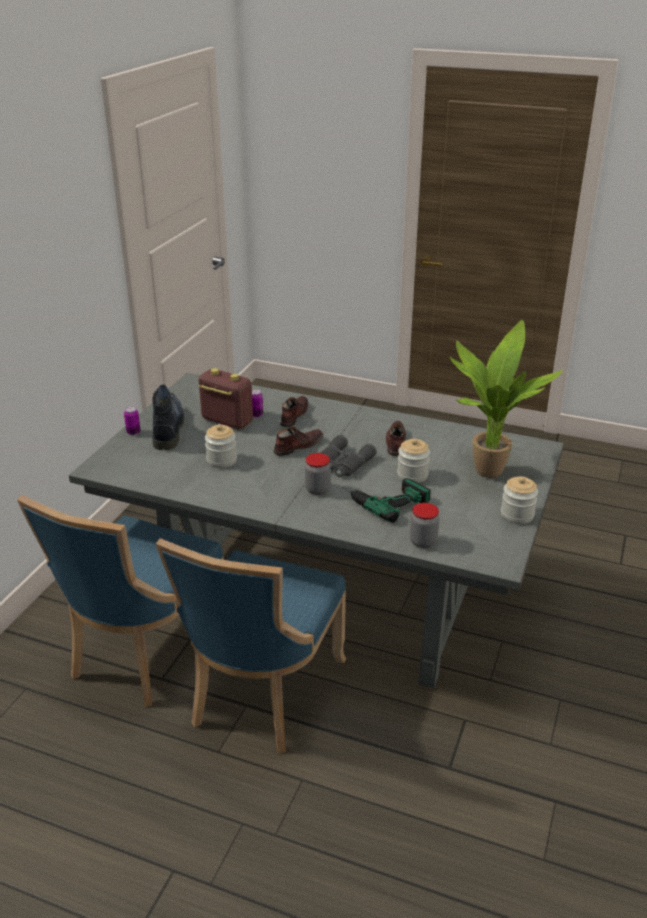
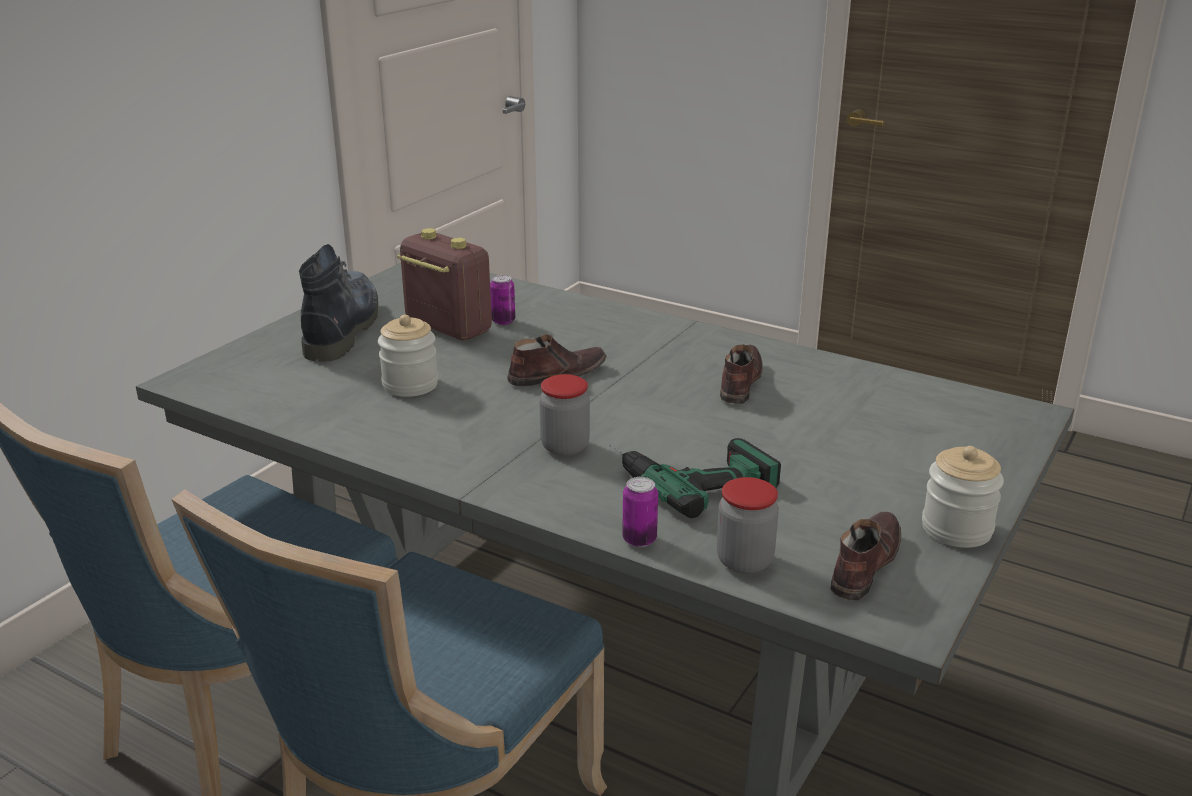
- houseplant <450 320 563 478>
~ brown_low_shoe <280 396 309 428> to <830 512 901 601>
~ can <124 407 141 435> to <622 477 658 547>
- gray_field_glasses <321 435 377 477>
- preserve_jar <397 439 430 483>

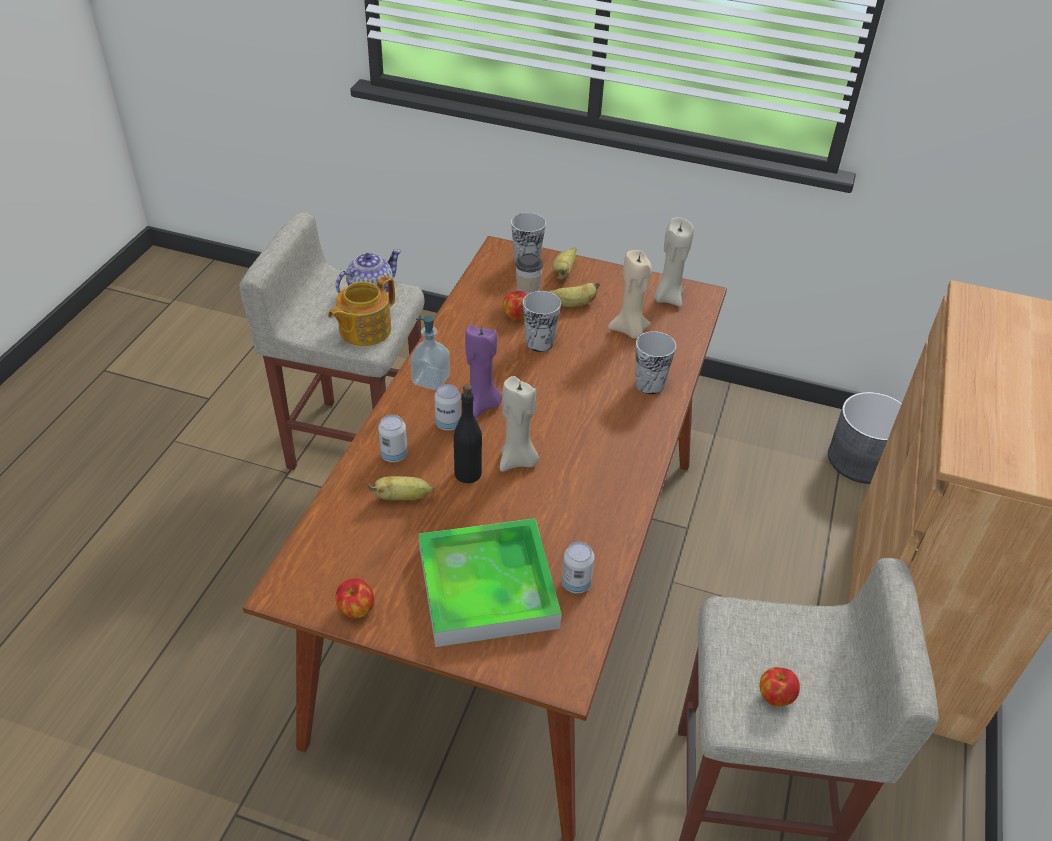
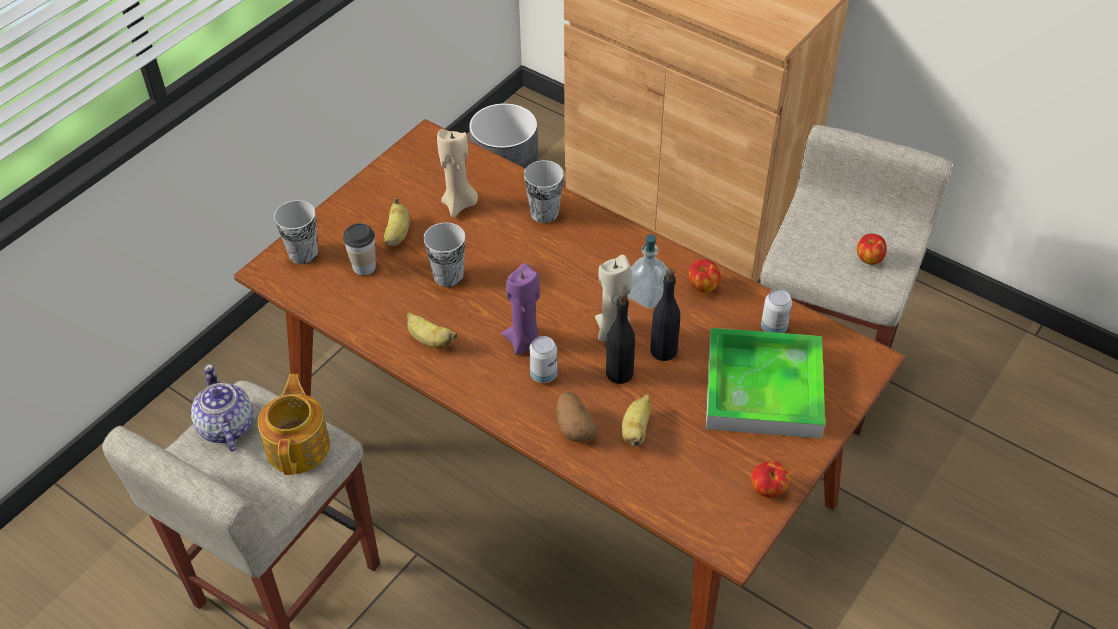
- beige-coloured_wax_candle <654 217 694 307>
~ whole_banana <552 247 576 279> to <407 312 457 349>
~ pot_for_tea <328 276 395 346> = <258 374 330 475> 150 degrees counterclockwise
~ whole_apple <503 291 527 321> to <688 259 721 292>
~ soap_bottle <410 316 450 390> to <627 234 668 309>
~ can <378 415 407 462> to potato <556 392 597 443>
+ black-coloured_drink_bottle <650 269 680 361>

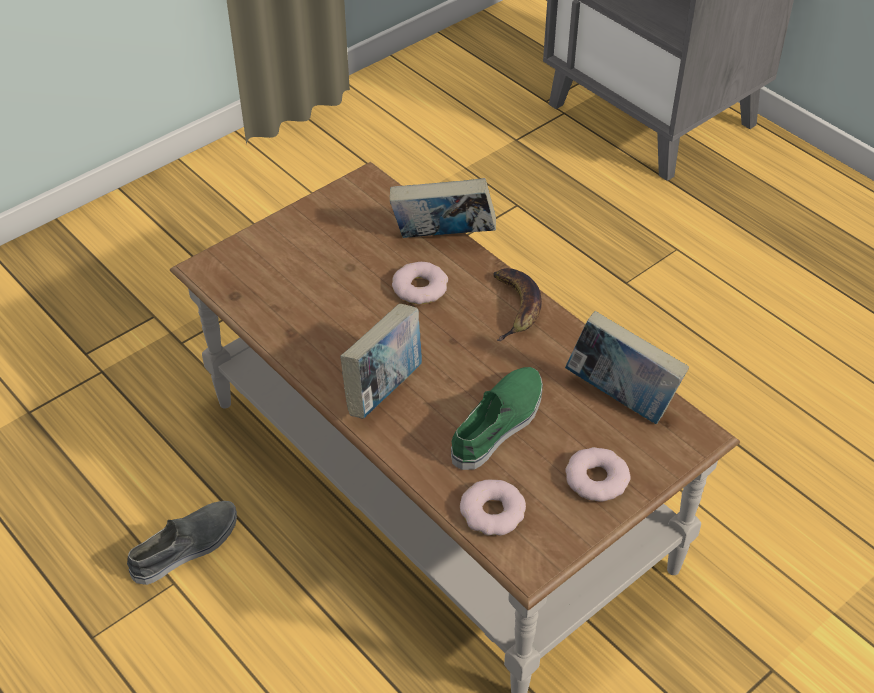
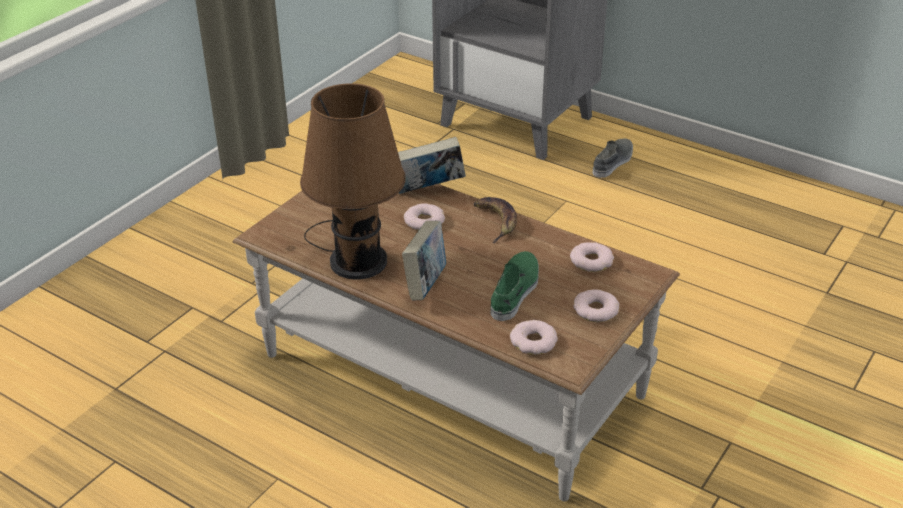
~ book <565 311 689 424> to doughnut <570 242 614 272>
~ gray_low_shoe <127 501 237 585> to <593 138 633 178>
+ brown_tabletop_lamp <300 83 406 280>

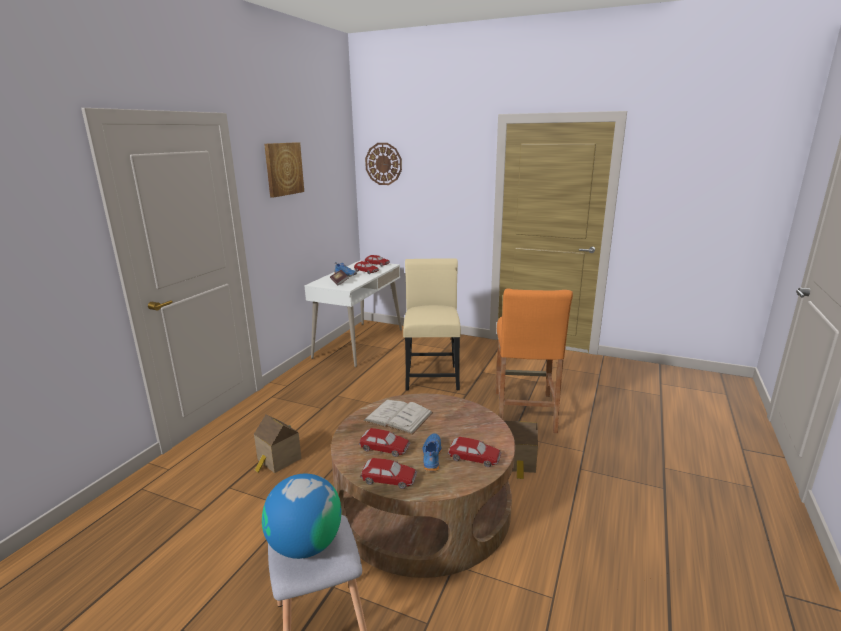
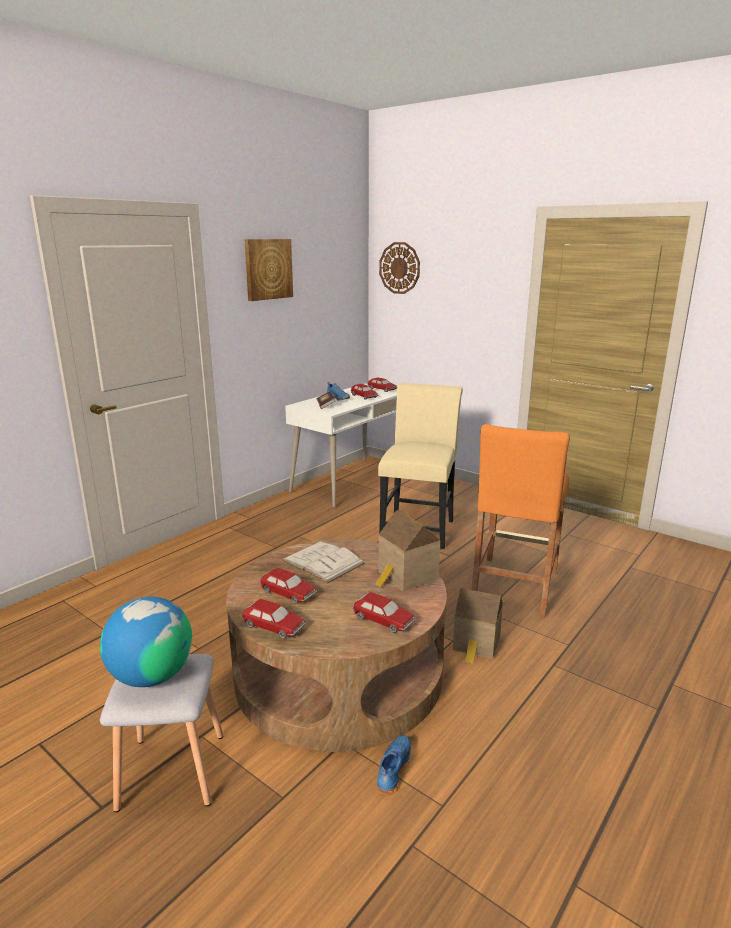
~ toy_house <254 414 301 473> to <375 510 440 592>
~ bluish_low_shoe <422 433 442 471> to <377 735 411 795>

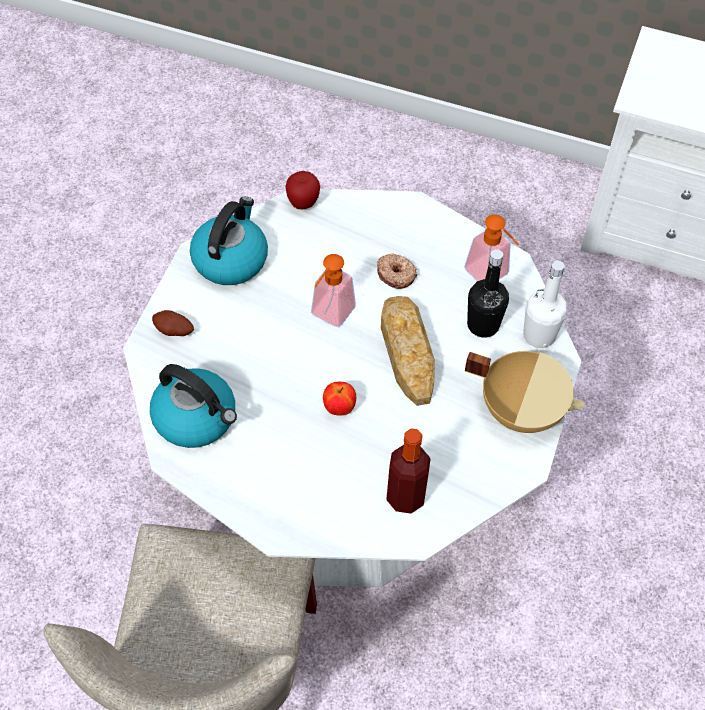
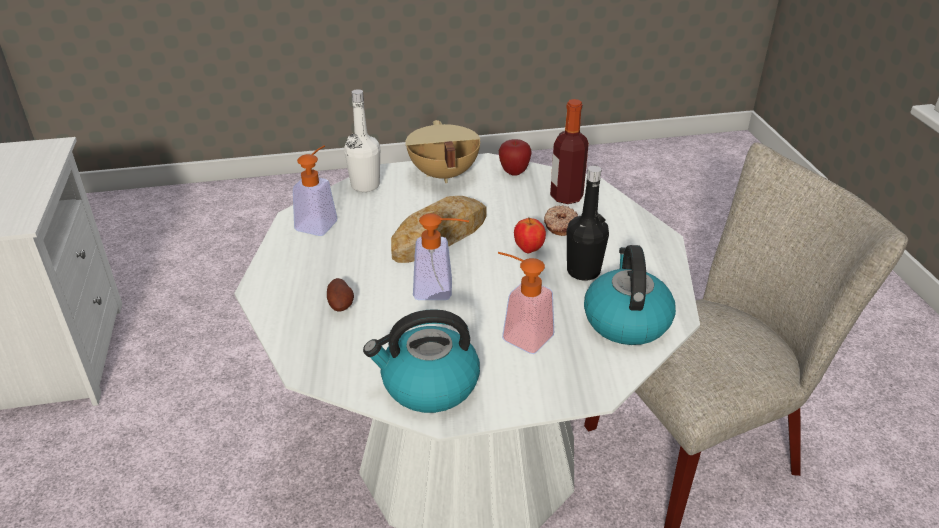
~ whole_apple <285 171 320 209> to <499 139 531 176>
~ black-coloured_drink_bottle <467 249 509 338> to <567 166 609 281>
~ doughnut <377 253 417 289> to <544 205 578 236>
~ potato <152 310 194 336> to <327 278 354 311>
+ soap_bottle <498 252 554 354>

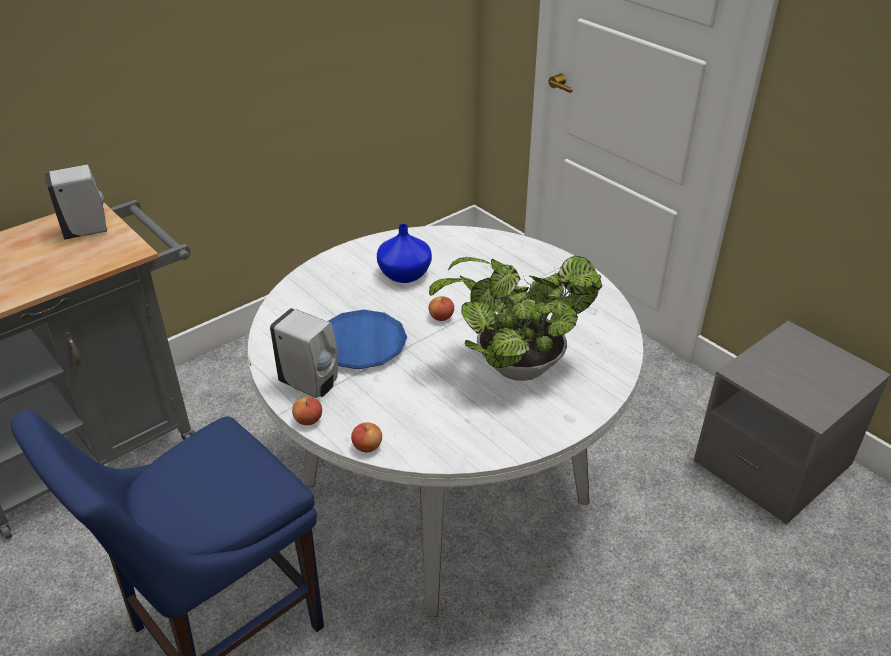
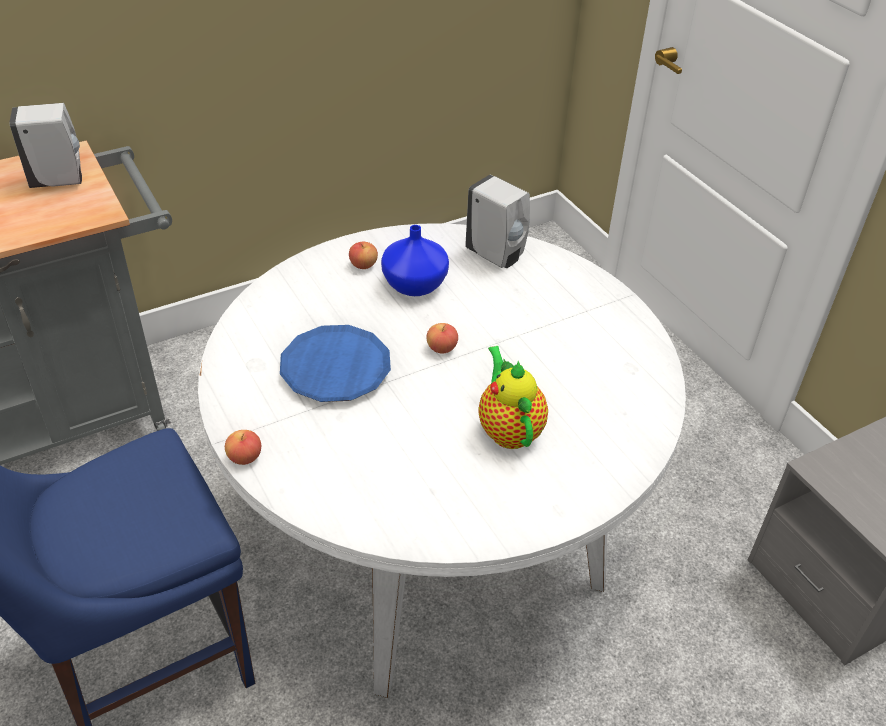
~ houseplant <429 256 602 381> to pot_for_tea <478 346 548 449>
~ white_soap_bottle <270 308 338 398> to <465 175 530 268>
~ whole_apple <351 422 382 452> to <349 242 378 269>

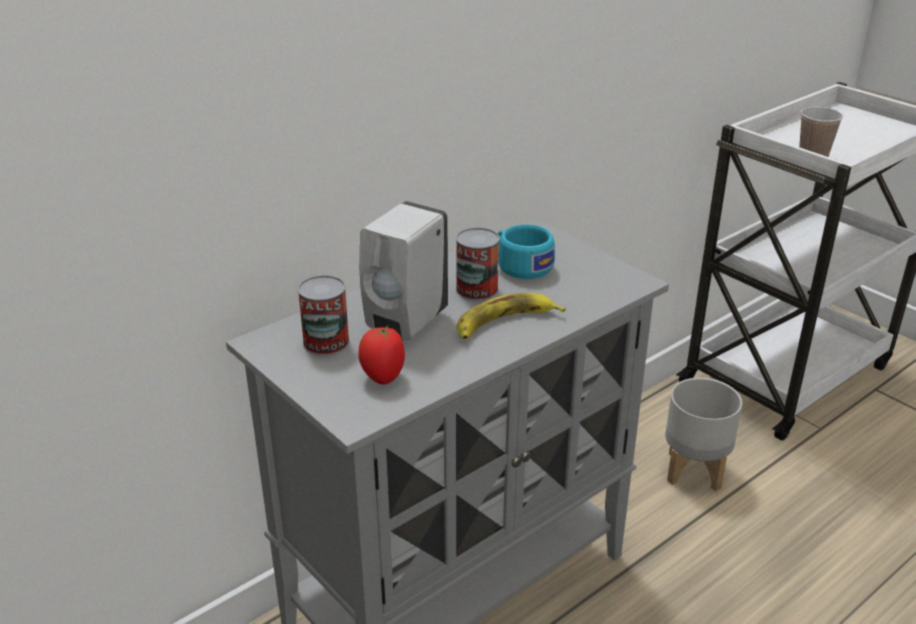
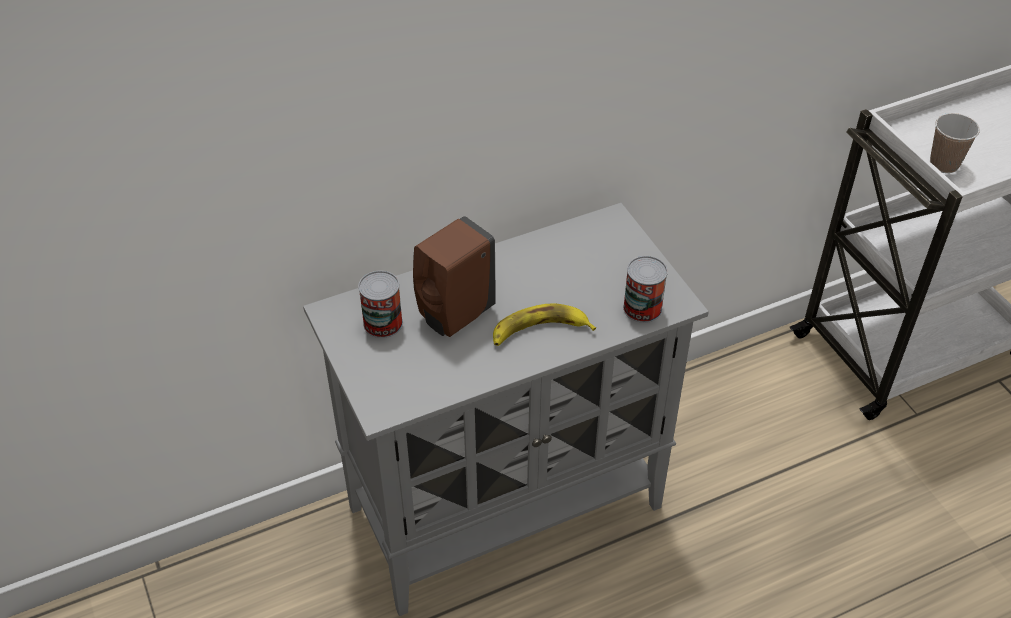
~ white_soap_bottle <360 201 448 341> to brown_soap_bottle <413 216 496 337>
- blue-green_small_cup <498 224 555 279>
~ can <456 227 500 301> to <623 256 668 323>
- fresh_tomato <358 326 405 385>
- gray_planter <665 378 742 491>

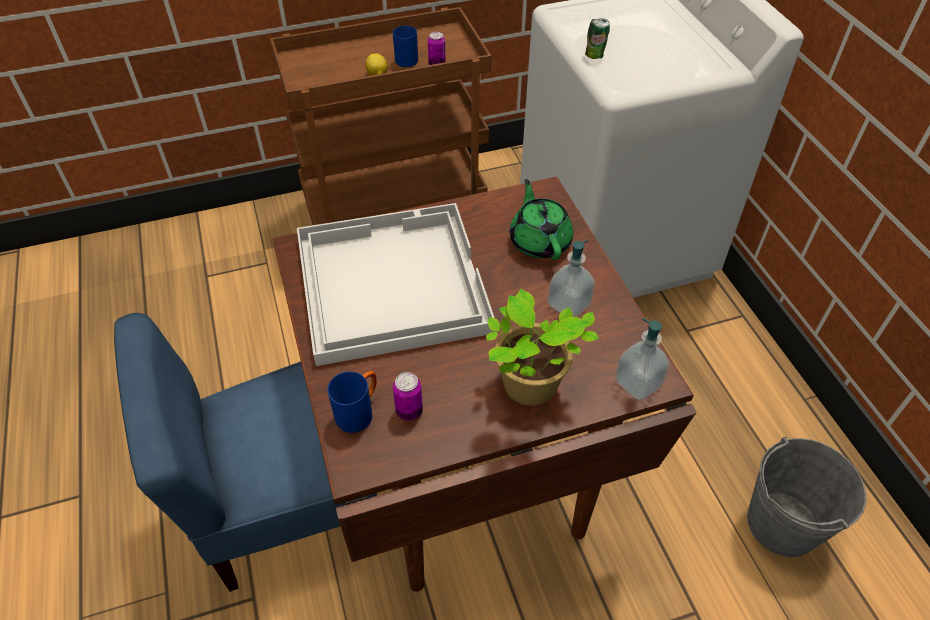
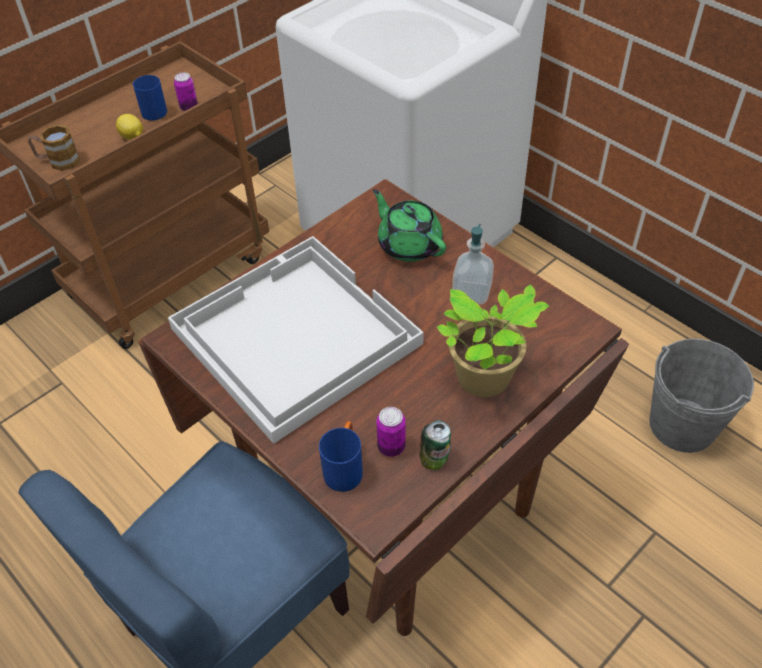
~ can <585 18 610 59> to <419 420 451 470>
- soap_bottle <615 318 670 400>
+ mug <28 124 80 171>

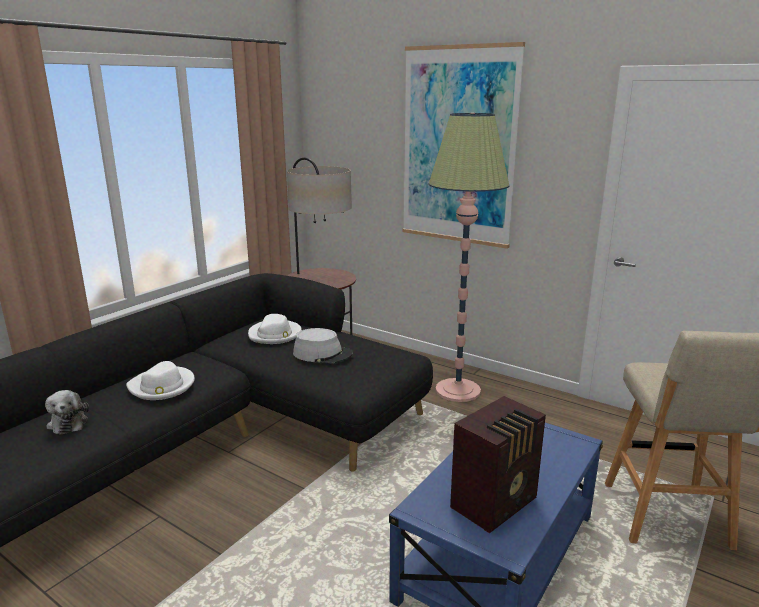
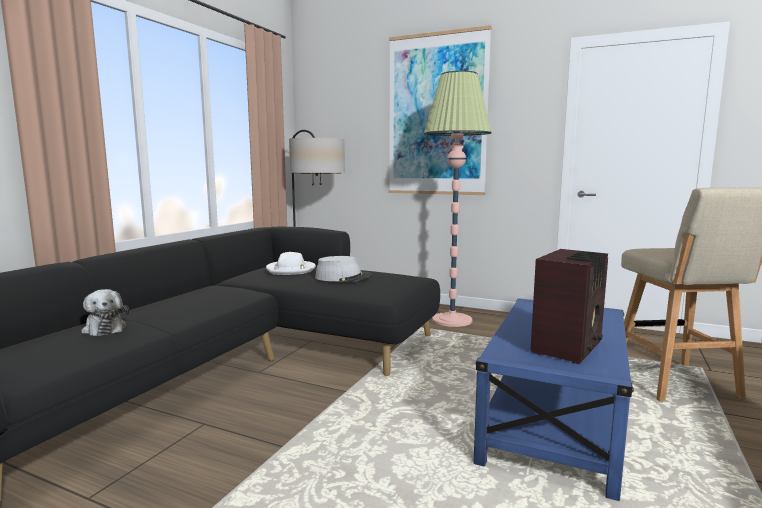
- white_wearable_hat <126 361 195 400>

